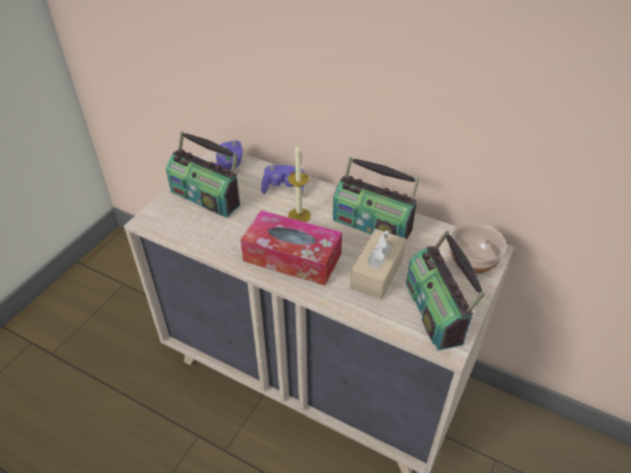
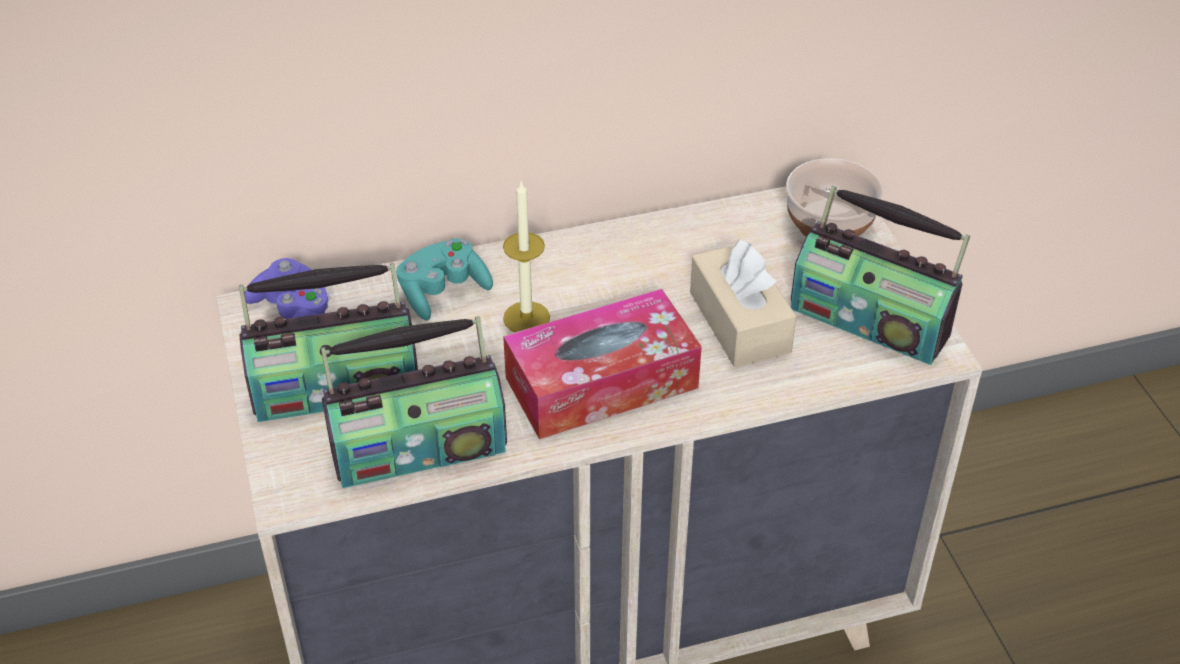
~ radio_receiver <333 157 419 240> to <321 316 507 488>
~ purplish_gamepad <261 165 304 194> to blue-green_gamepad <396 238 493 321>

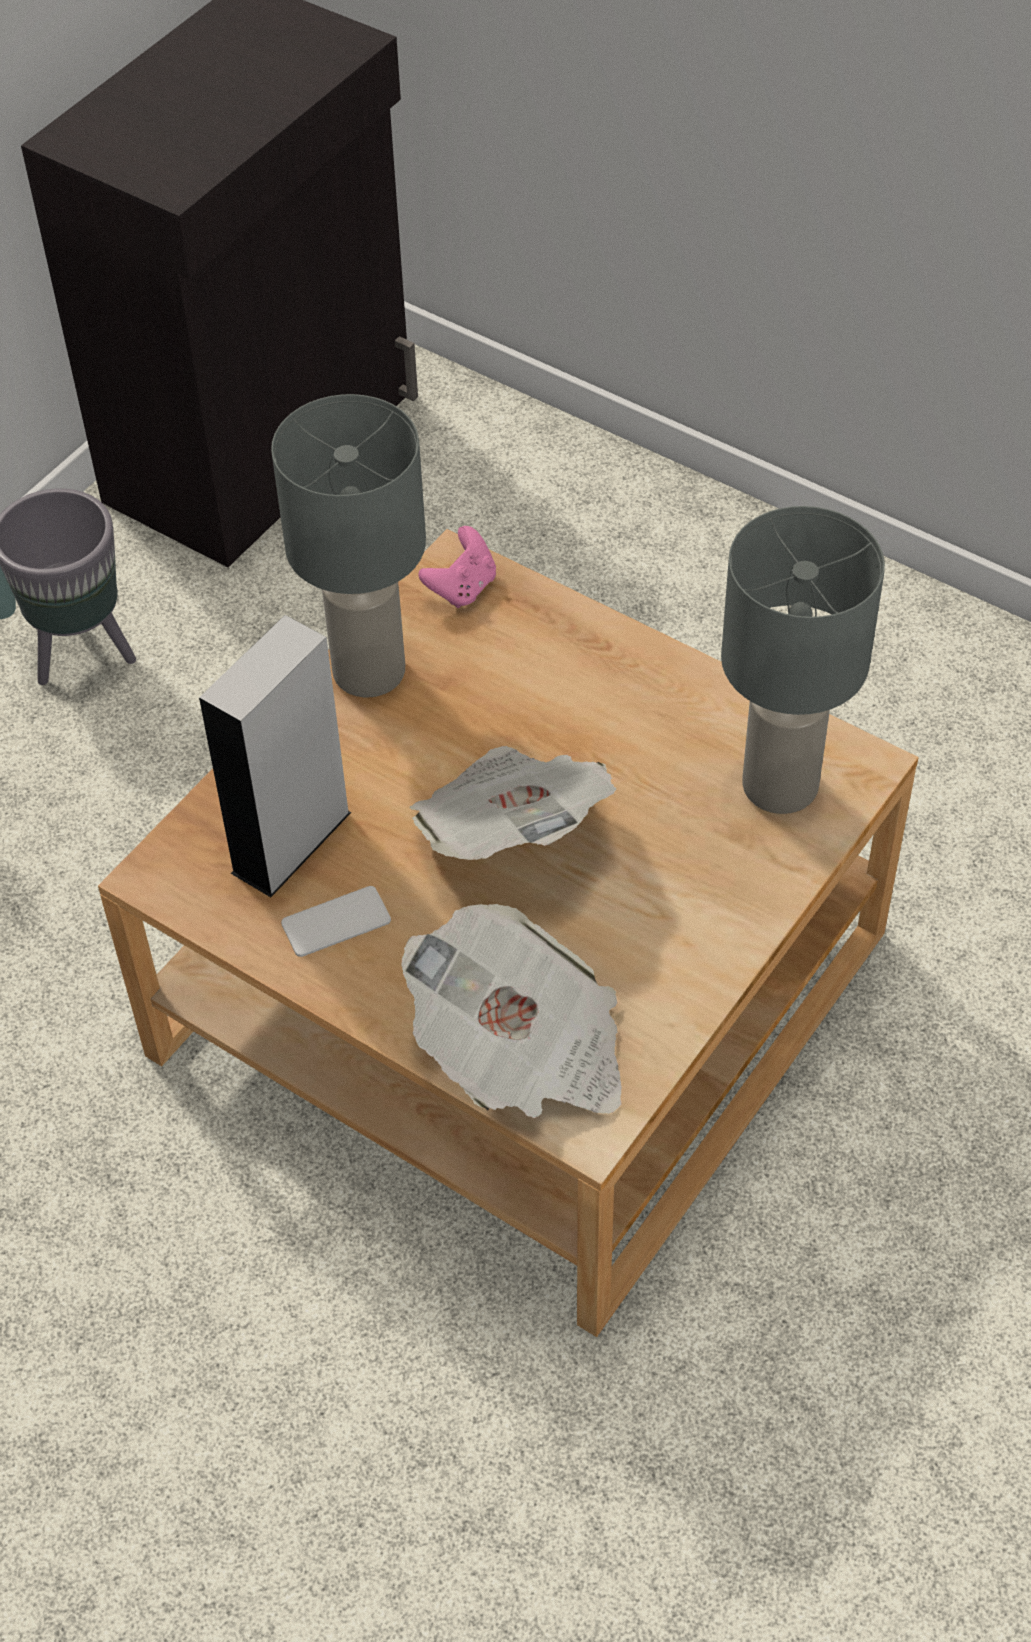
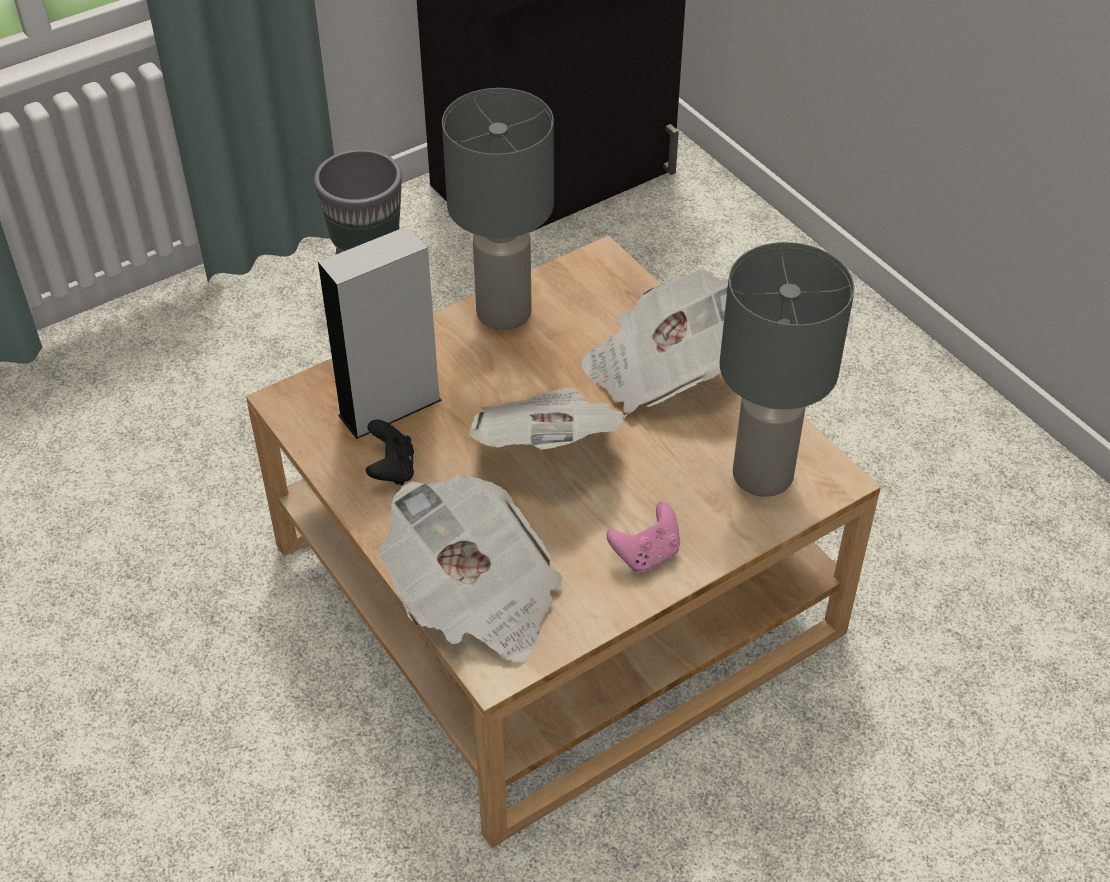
~ pink_gamepad <418 526 496 608> to <607 502 680 572>
~ handset <281 886 391 957> to black-coloured_gamepad <366 419 414 485>
+ daily_paper <581 269 728 413>

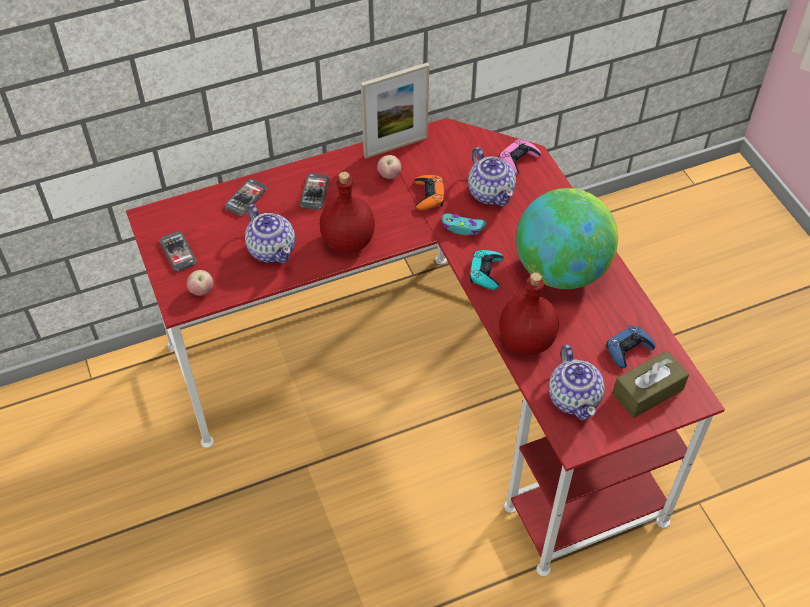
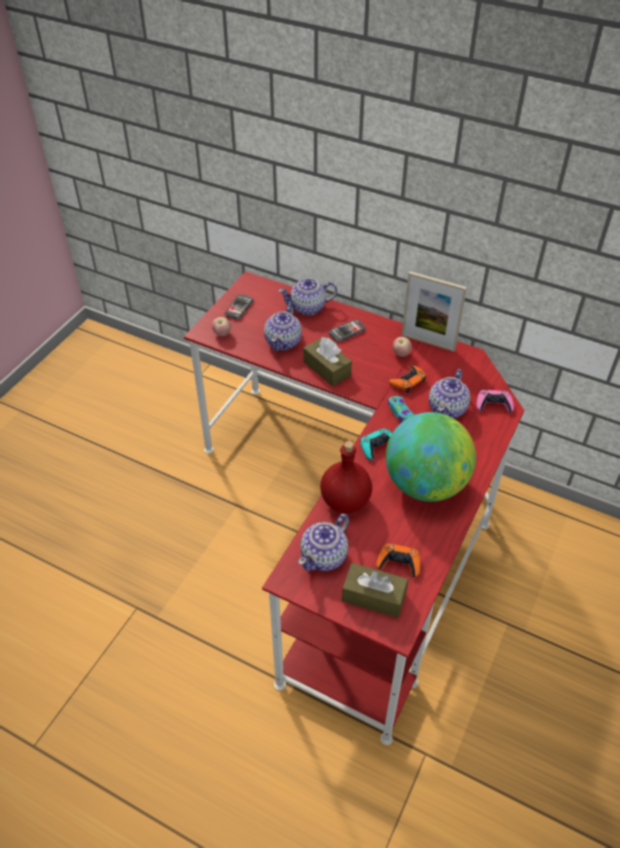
~ red_drink_bottle <320 172 375 253> to brown_box_of_tissues <303 337 352 387>
~ handset <225 179 267 216> to pot_for_tea <278 278 337 315>
~ bluish_gamepad <606 326 656 368> to orange_gamepad <376 543 421 578>

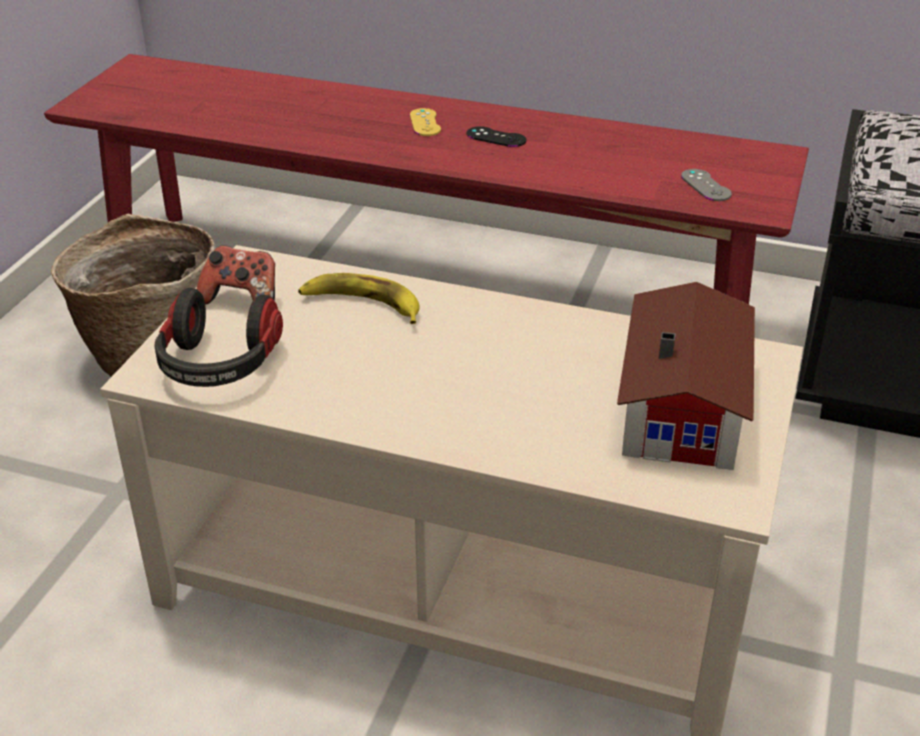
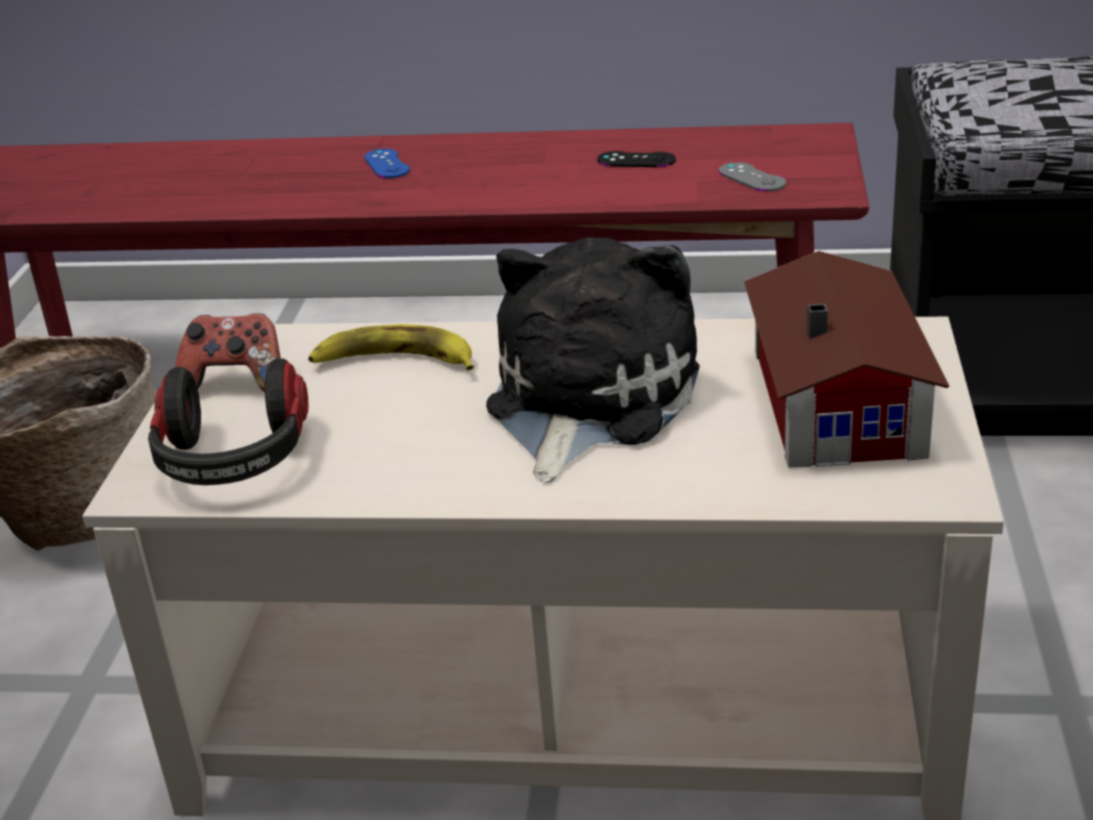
~ yellow_gamepad <410 108 441 136> to bluish_gamepad <364 149 410 178>
~ black-coloured_gamepad <467 126 526 147> to <597 151 676 167>
+ soft_toy <486 237 700 483>

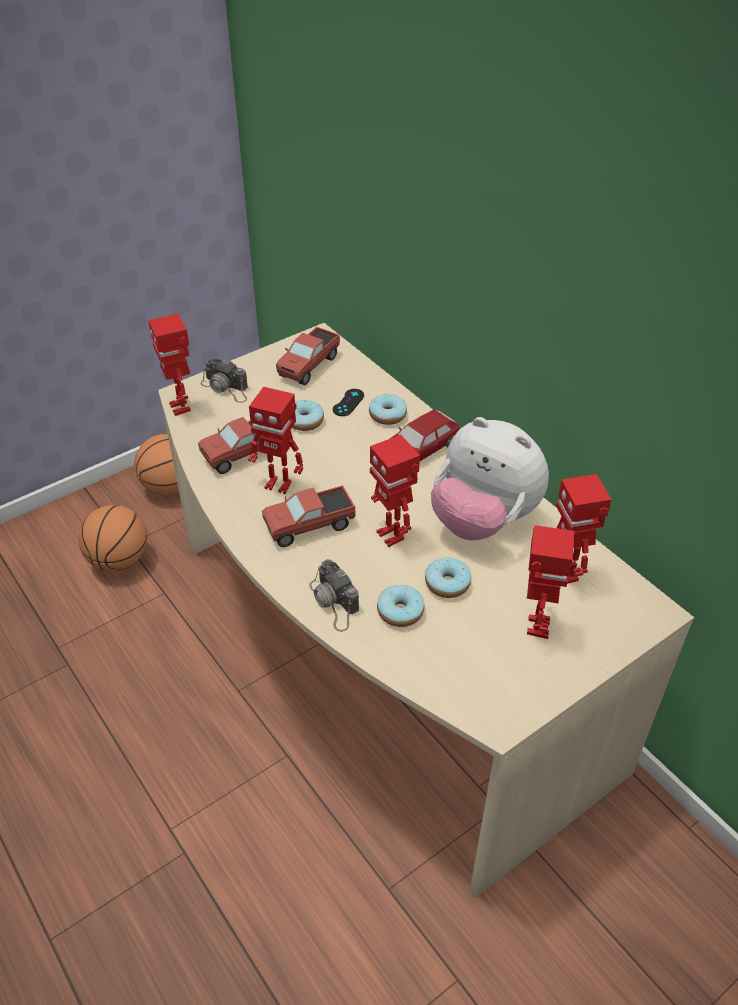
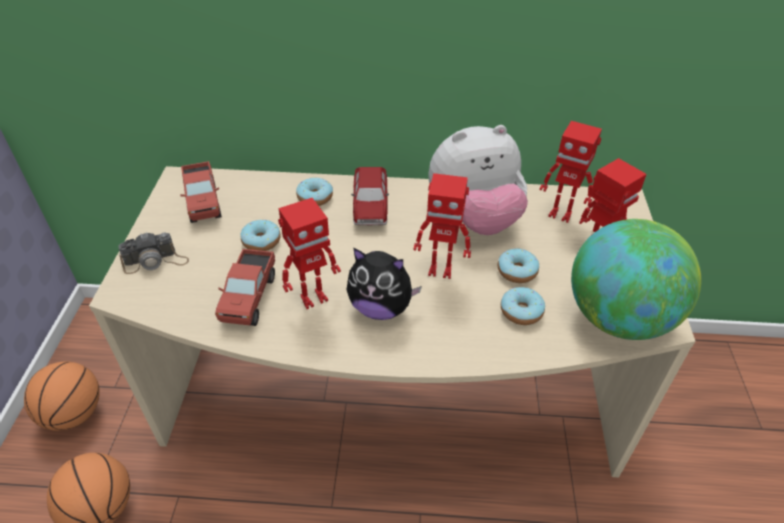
- toy_robot <148 314 191 416>
- black-coloured_gamepad <333 389 364 416>
~ toy_truck <262 485 356 547> to soft_toy <346 248 422 320>
- photo_camera <309 559 359 632>
+ desk_globe <571 219 701 340>

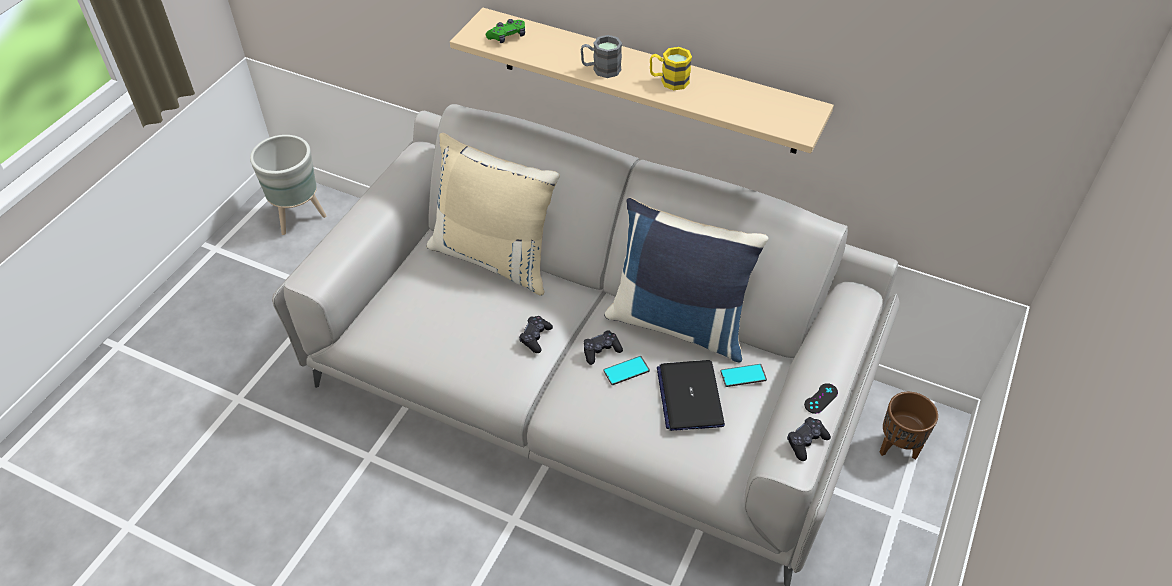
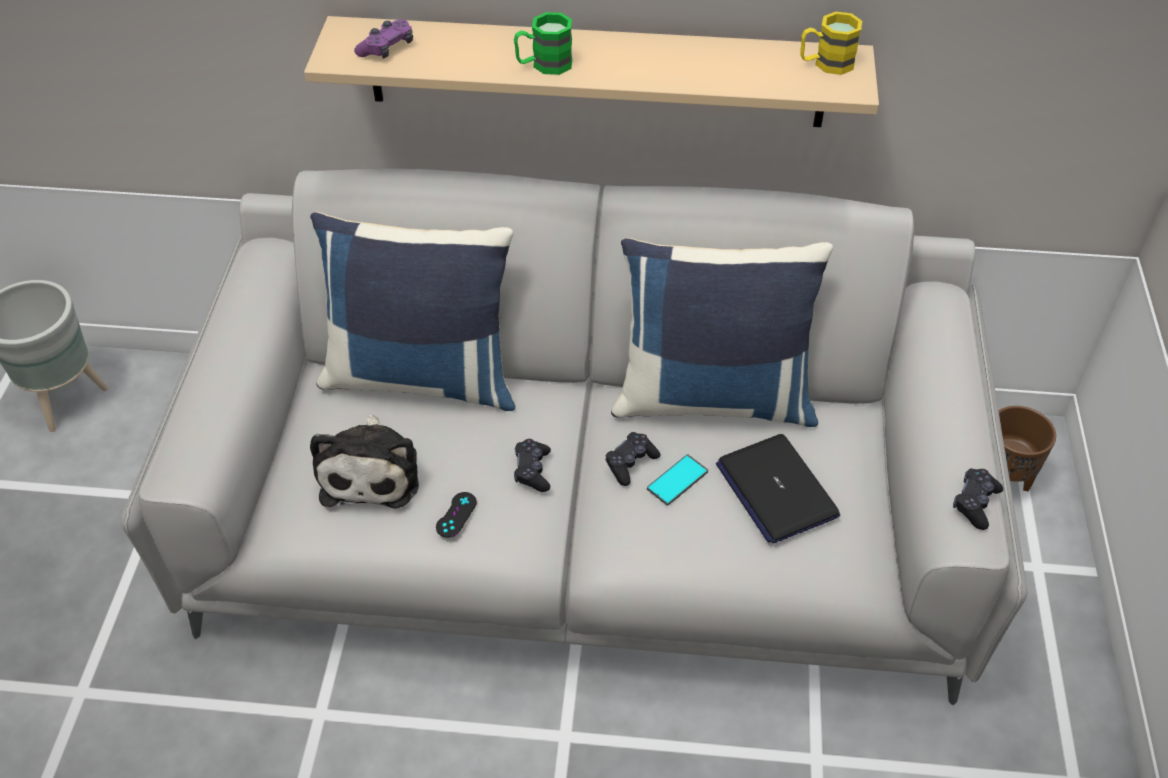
~ green_gamepad <486 19 525 43> to purplish_gamepad <354 20 413 59>
~ gray_mug <581 35 622 78> to green_mug <514 12 573 75>
~ yellow_mug <650 47 692 90> to <800 12 862 75>
~ beige-coloured_pillow <426 133 560 296> to bluish_pillow <310 212 515 411>
- handset <720 364 767 387>
~ black-coloured_gamepad <804 383 838 414> to <436 492 477 538>
+ soft_toy <310 415 419 509>

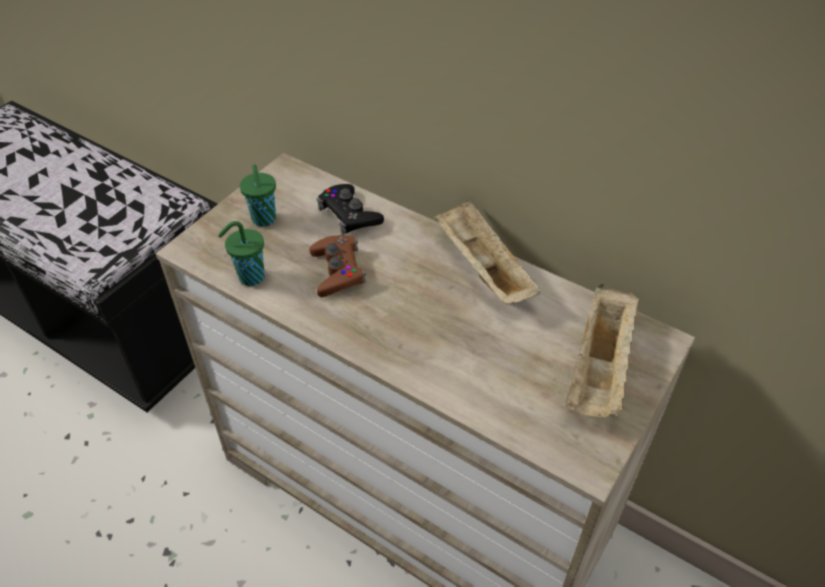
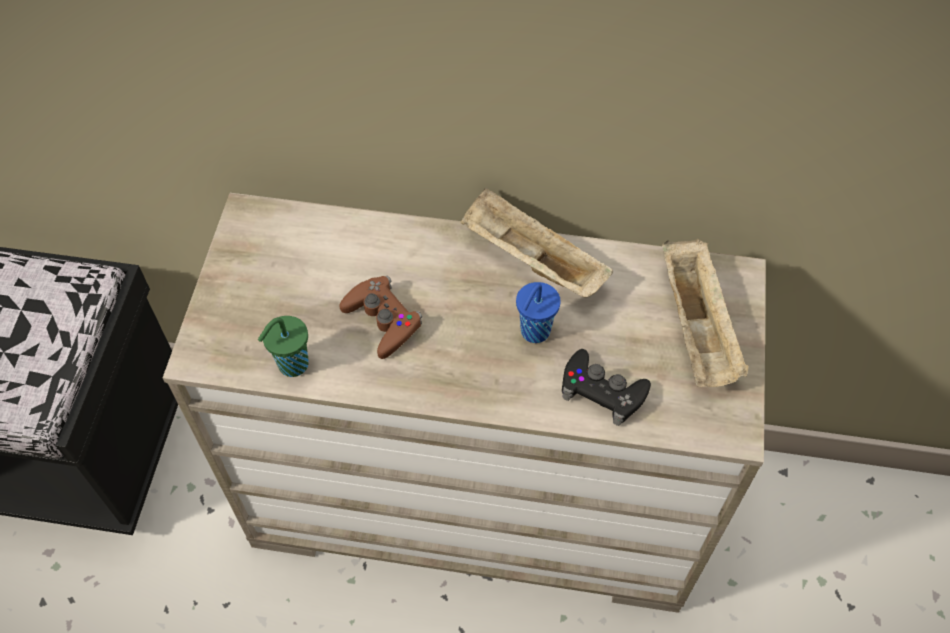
- green_small_cup <240 164 276 227>
~ black-coloured_gamepad <317 184 384 235> to <562 349 651 426>
+ bluish_small_cup <516 282 561 343>

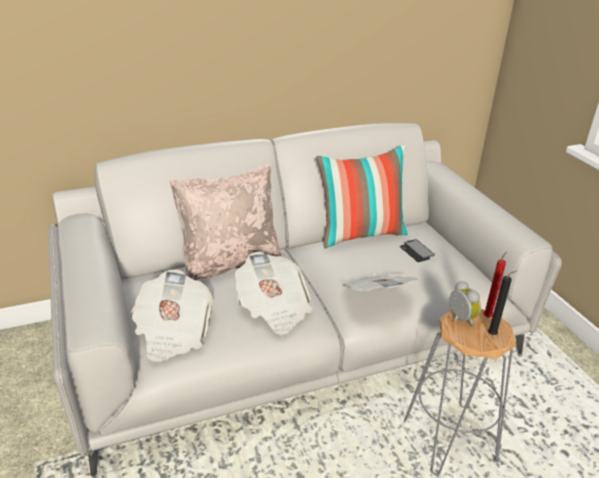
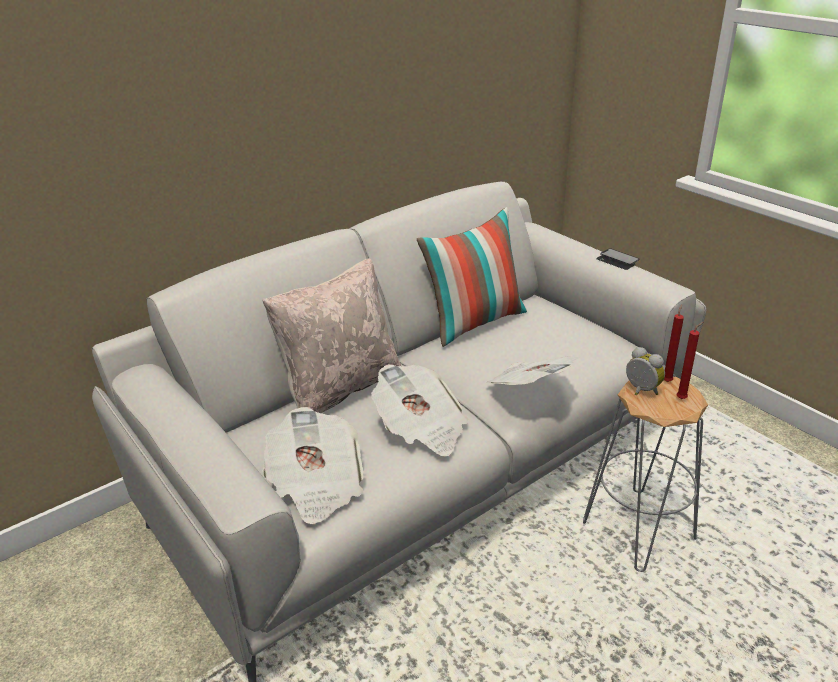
~ handset <400 239 435 262> to <596 248 639 270>
~ black-coloured_wax_candle <488 270 517 335> to red_wax_candle <677 322 703 399>

